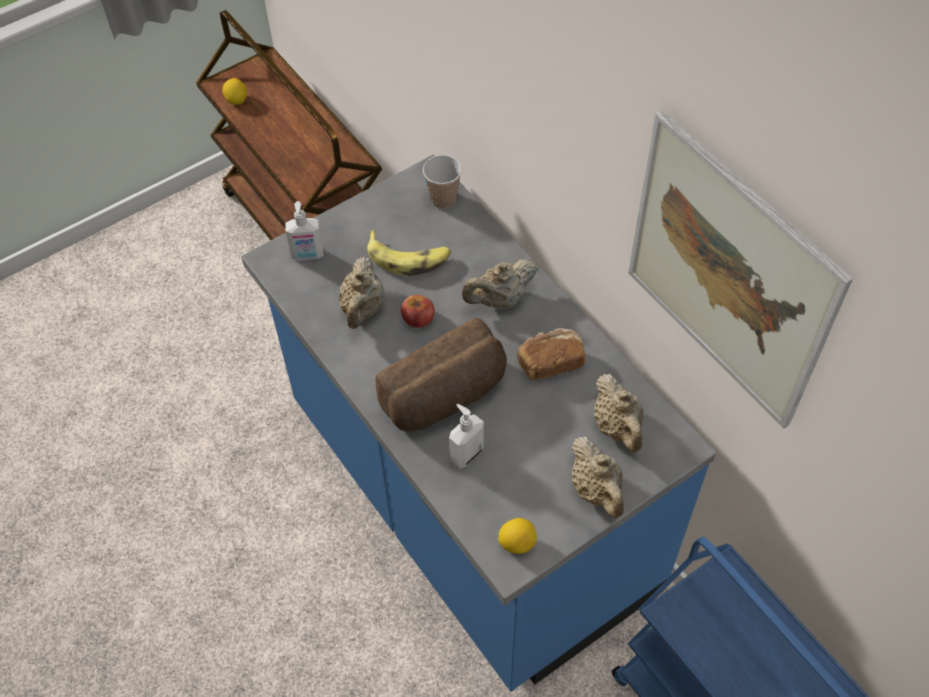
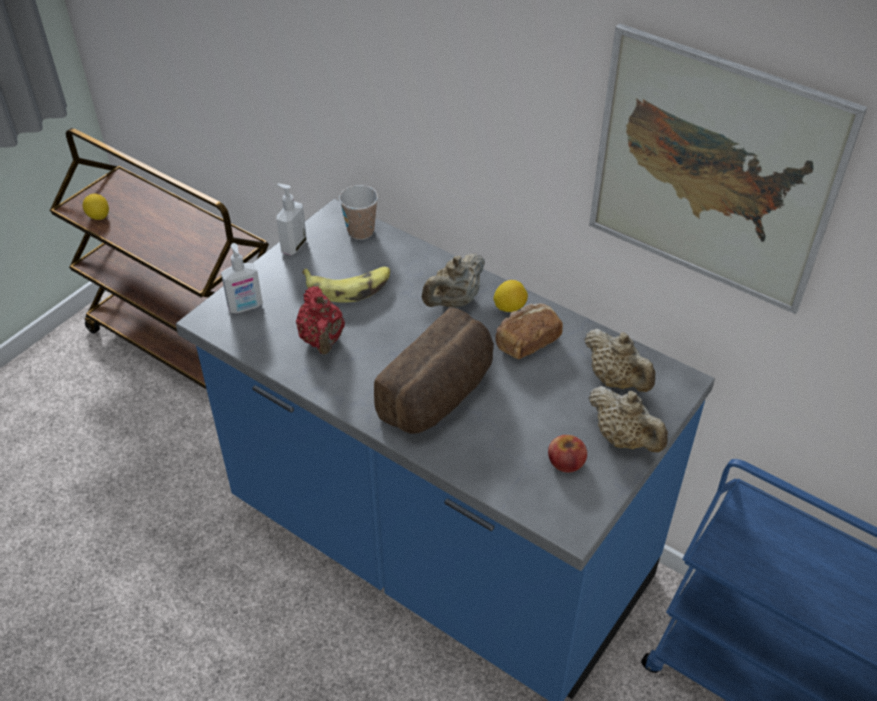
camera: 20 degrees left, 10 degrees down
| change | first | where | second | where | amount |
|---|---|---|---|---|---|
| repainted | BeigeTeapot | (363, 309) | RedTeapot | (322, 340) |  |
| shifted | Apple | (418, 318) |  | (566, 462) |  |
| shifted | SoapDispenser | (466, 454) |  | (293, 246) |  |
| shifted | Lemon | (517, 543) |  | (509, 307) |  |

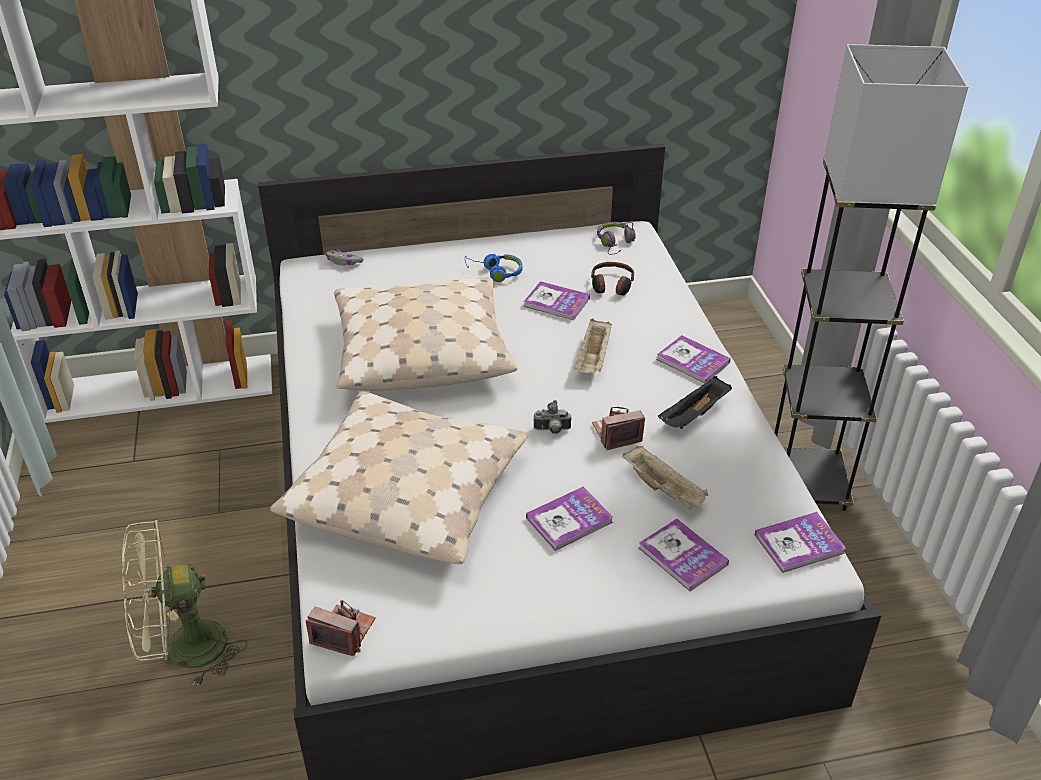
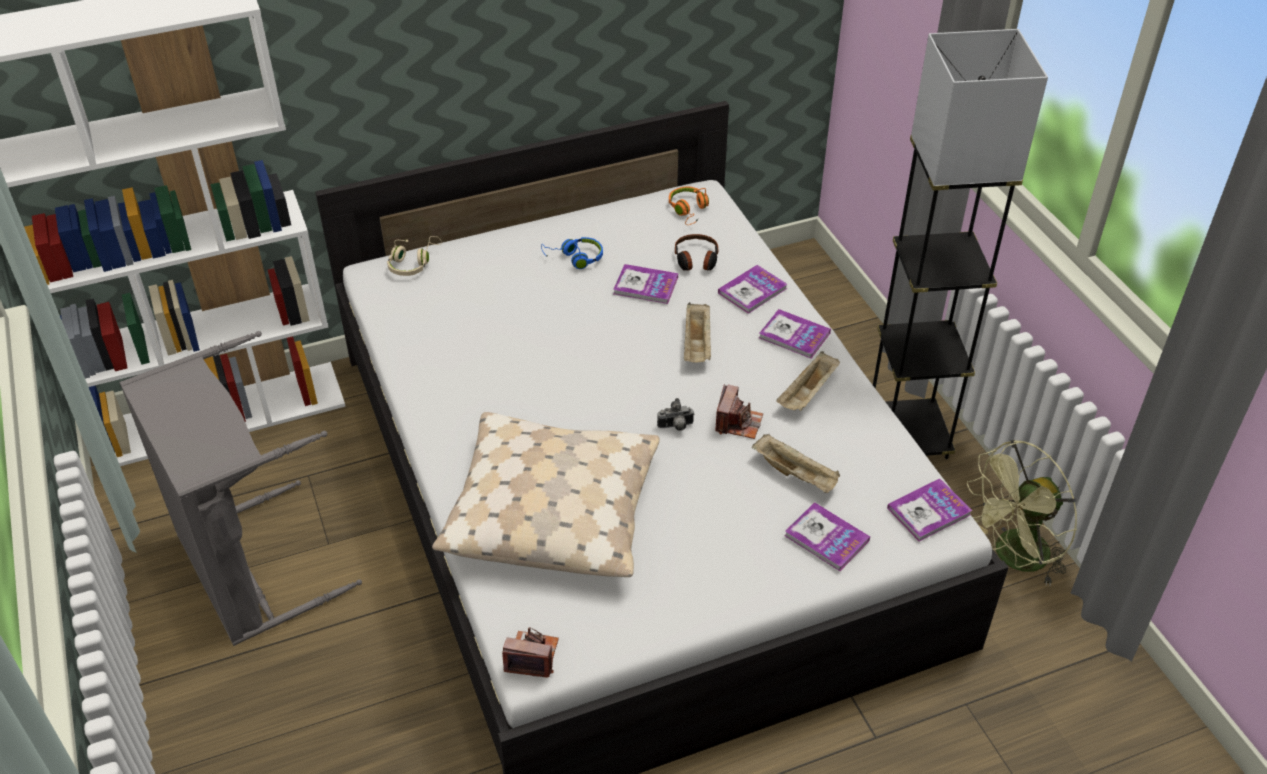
camera: 10 degrees left, 5 degrees up
| change | first | where | second | where | amount |
|---|---|---|---|---|---|
| shifted | GreenFan | (183, 651) |  | (1013, 558) |  |
| swapped | GreyGameController | (344, 262) | BeigeHeadphones | (413, 263) |  |
| gone | BeigePillow | (421, 351) |  |  |  |
| shifted | Book | (569, 520) |  | (752, 291) |  |
| rotated | PhotoCamera | (616, 434) |  | (738, 423) | 135 degrees clockwise |
| repainted | PurpleHeadphones | (615, 243) | OrangeHeadphones | (689, 210) |  |
| repainted | BlackTray | (694, 416) | BeigeTray | (807, 394) |  |
| new |  |  | GreyLaundryBasket | (247, 570) |  |

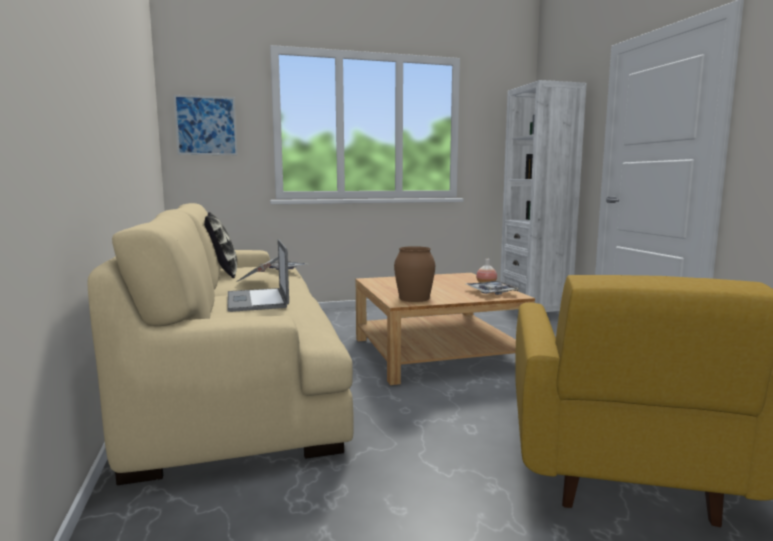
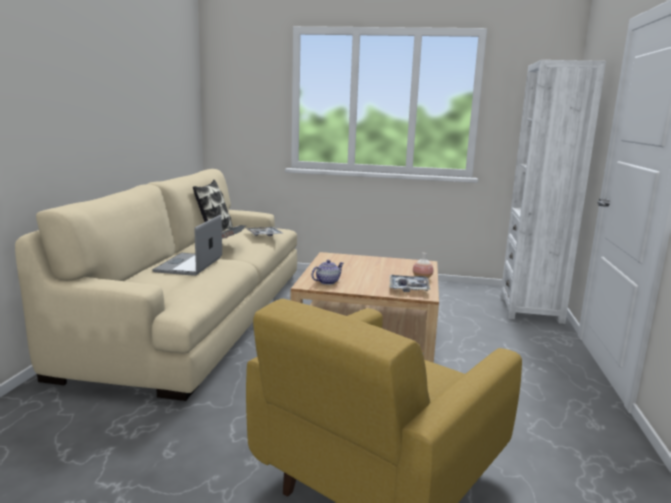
camera: 25 degrees right, 5 degrees up
| change | first | where | second | where | amount |
|---|---|---|---|---|---|
| gone | Picture | (206, 125) |  |  |  |
| swapped | BrownVase | (414, 298) | Teapot | (327, 282) |  |

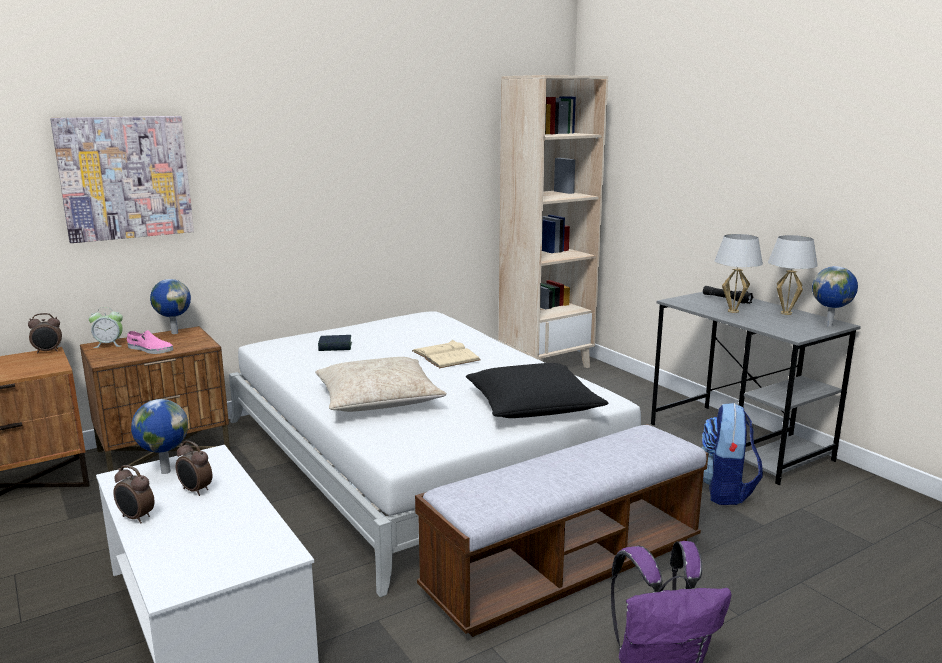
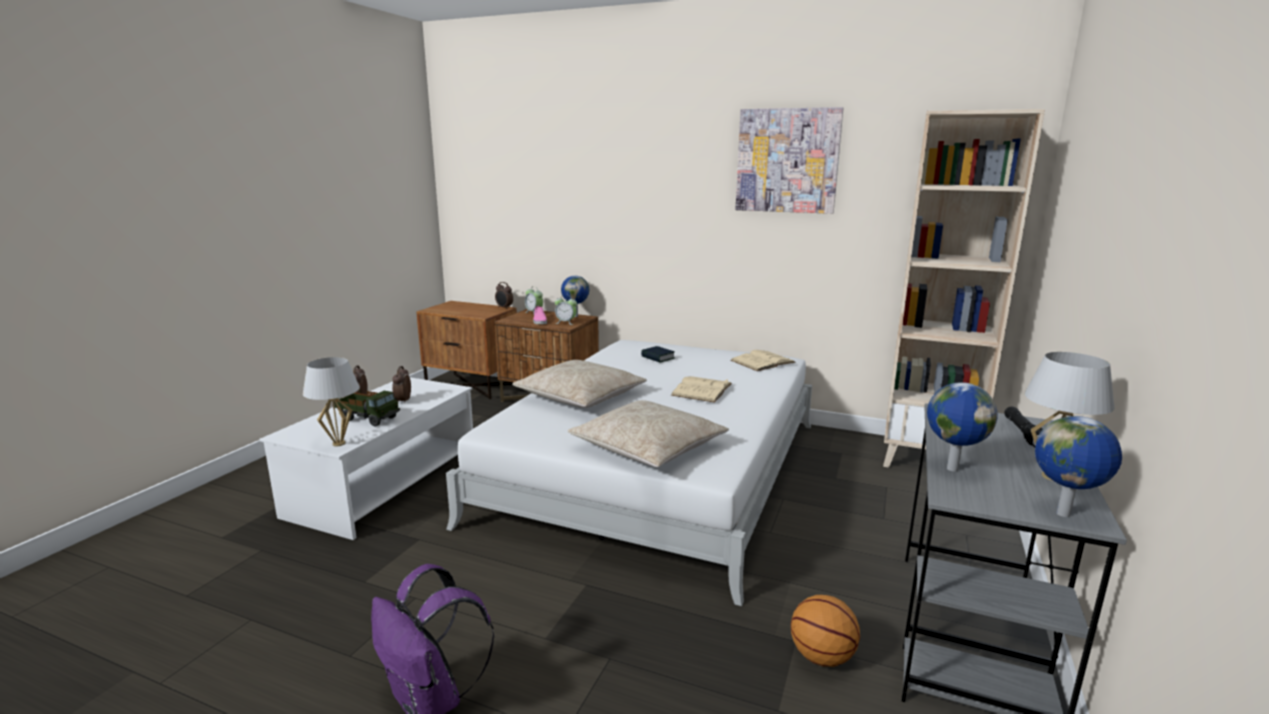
camera: 55 degrees right, 0 degrees up
| change | first | where | second | where | amount |
|---|---|---|---|---|---|
| shifted | Picture | (125, 178) |  | (787, 161) |  |
| shifted | Globe | (164, 471) |  | (951, 468) |  |
| gone | Bench | (566, 568) |  |  |  |
| repainted | BlackPillow | (532, 405) | BeigePillow | (648, 447) |  |
| swapped | Backpack | (725, 491) | Basketball | (821, 657) |  |
| shifted | WhiteTableLamp | (733, 311) |  | (338, 444) |  |
| new |  |  | ToyTruck | (368, 418) |  |
| new |  |  | AlarmClock | (566, 323) |  |
| new |  |  | BeigeBook | (763, 361) |  |

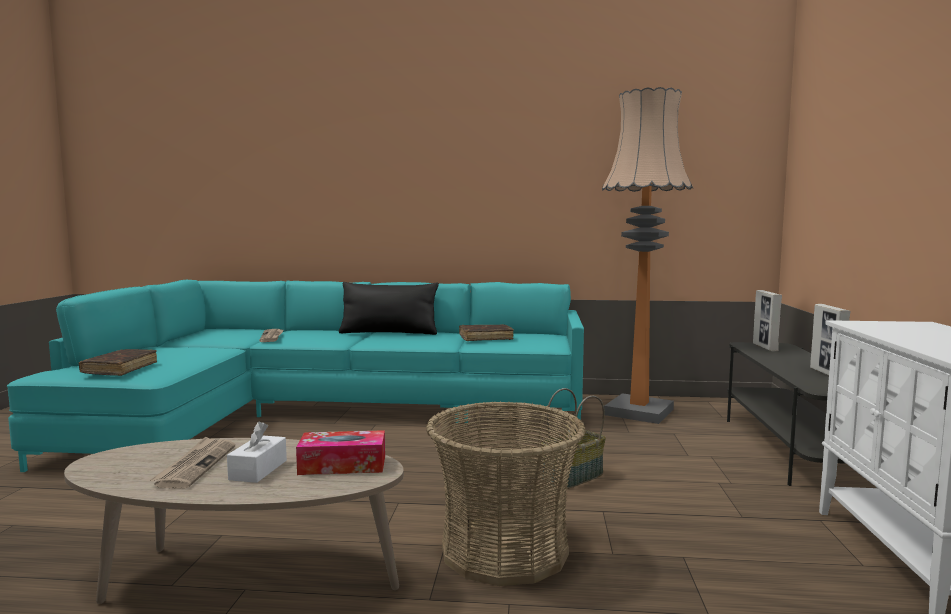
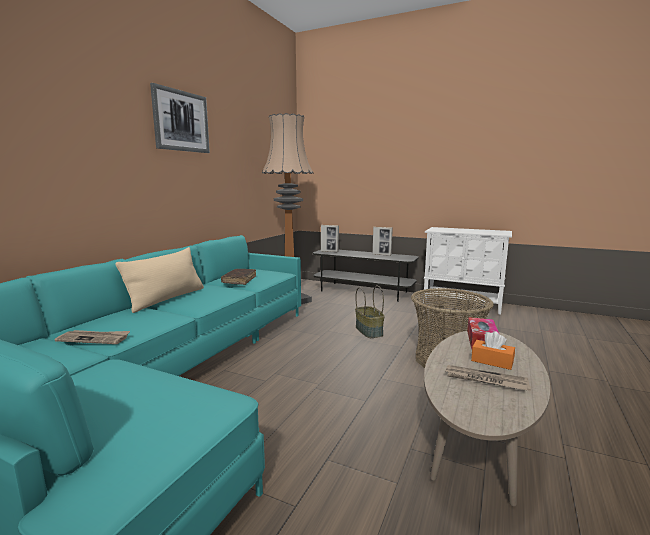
camera: 70 degrees left, 5 degrees up
| change | first | where | second | where | amount |
|---|---|---|---|---|---|
| gone | BrownBook | (120, 369) |  |  |  |
| repainted | WhiteTissueBox | (258, 470) | OrangeTissueBox | (492, 361) |  |
| repainted | BlackPillow | (389, 333) | BeigePillow | (167, 299) |  |
| new |  |  | Picture | (181, 121) |  |

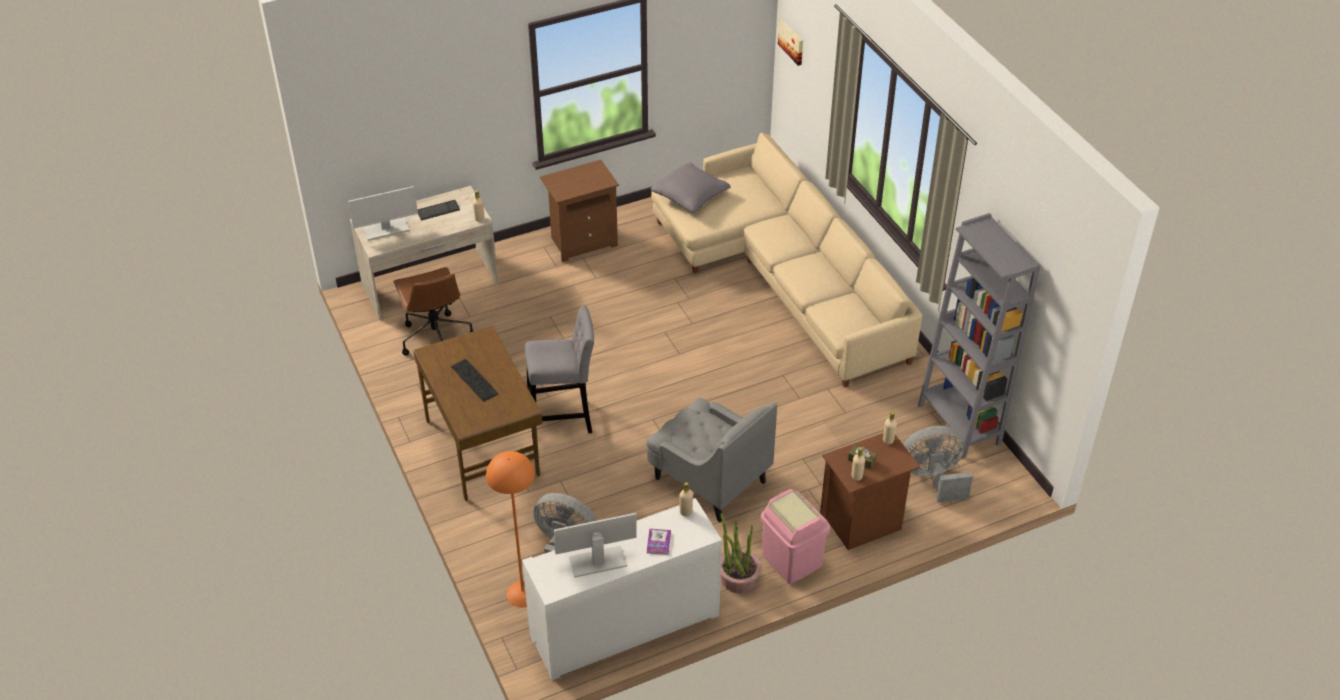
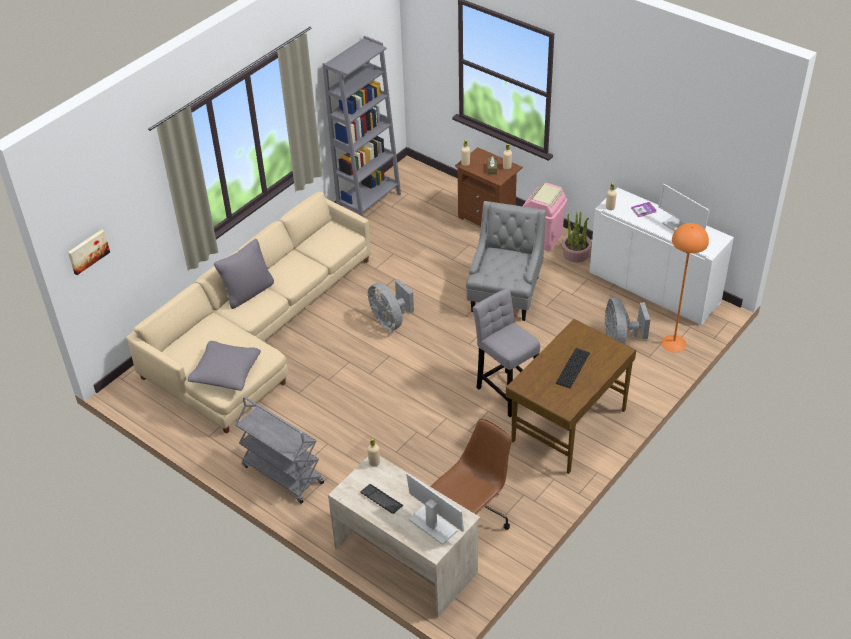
camera: 115 degrees left, 0 degrees up
| change | first | where | second | where | amount |
|---|---|---|---|---|---|
| swapped | BrownNightstand | (582, 241) | GreyCart | (282, 474) |  |
| shifted | GreyFan | (933, 478) |  | (390, 320) |  |
| new |  |  | GreyPillow | (248, 292) |  |

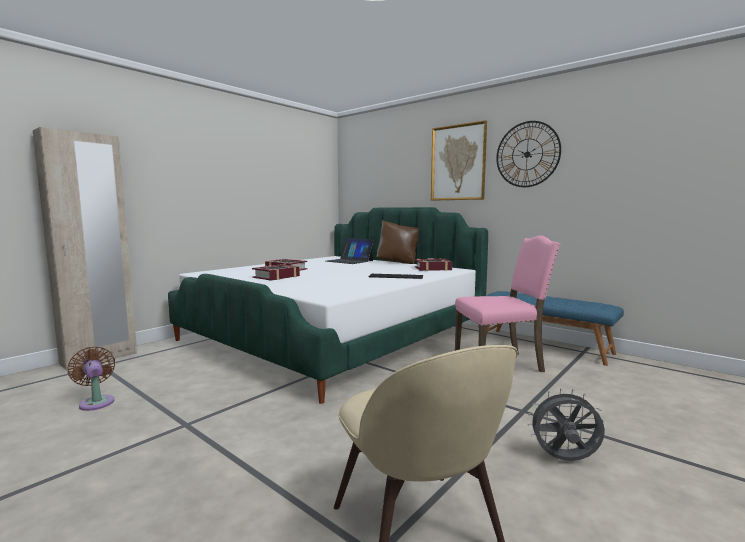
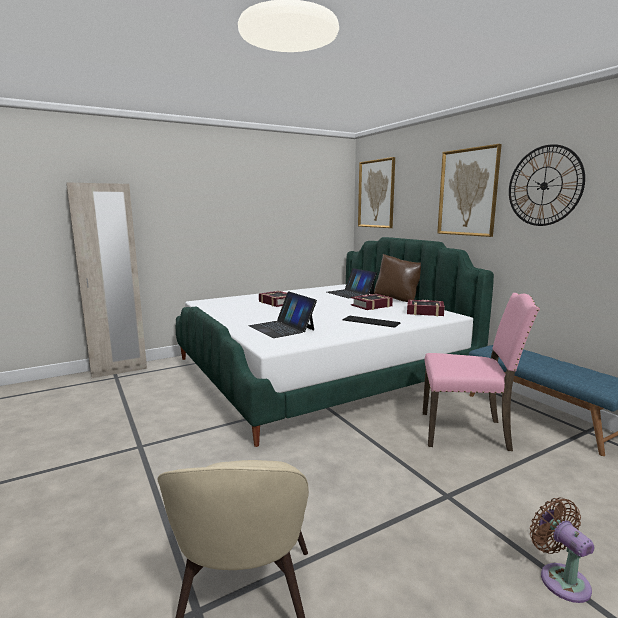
camera: 20 degrees right, 5 degrees up
| change | first | where | second | where | amount |
|---|---|---|---|---|---|
| shifted | BrownFan | (96, 402) |  | (560, 578) |  |
| shifted | Book | (276, 277) |  | (371, 306) |  |
| gone | GreyFan | (564, 460) |  |  |  |
| new |  |  | Laptop | (281, 328) |  |
| new |  |  | Picture | (376, 194) |  |

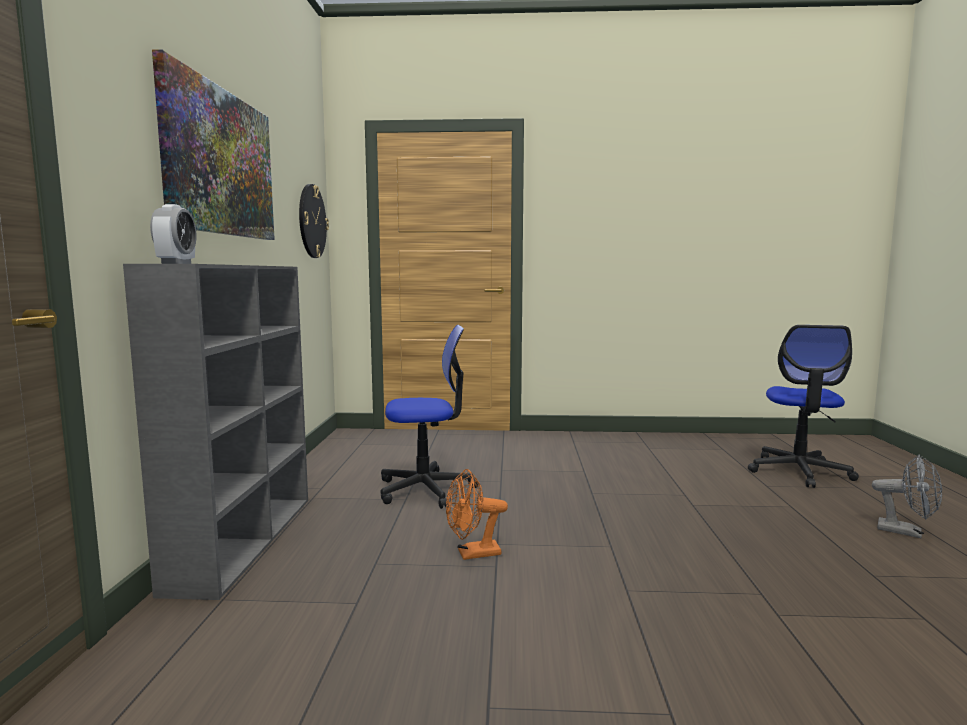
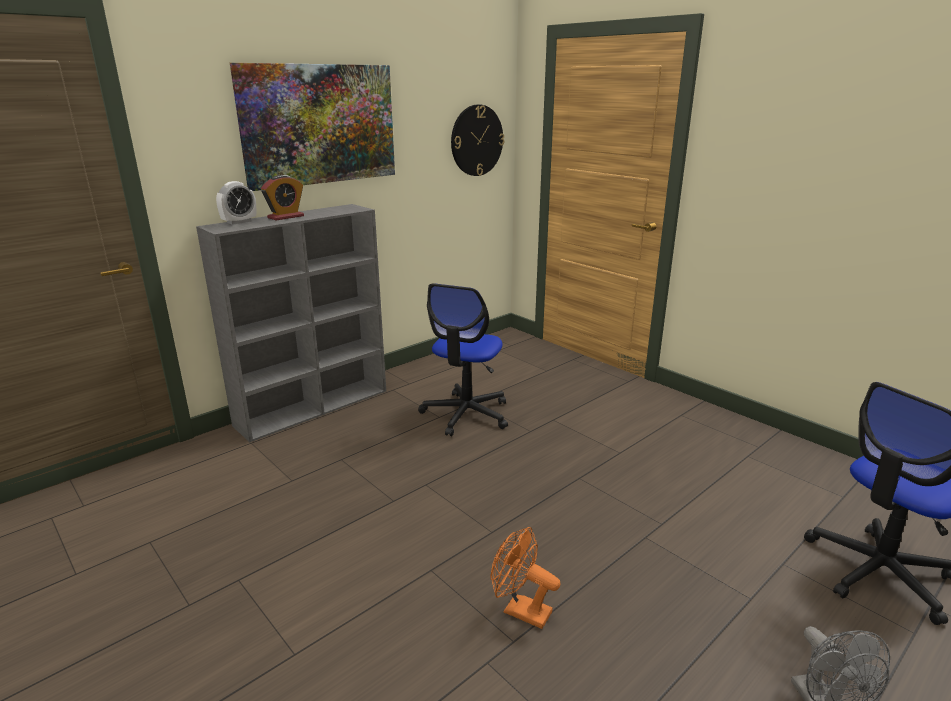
camera: 45 degrees right, 15 degrees up
| change | first | where | second | where | amount |
|---|---|---|---|---|---|
| rotated | OfficeChair | (426, 489) |  | (466, 414) | 75 degrees clockwise |
| shifted | OrangeFan | (472, 554) |  | (520, 610) |  |
| new |  |  | AlarmClock | (285, 217) |  |

